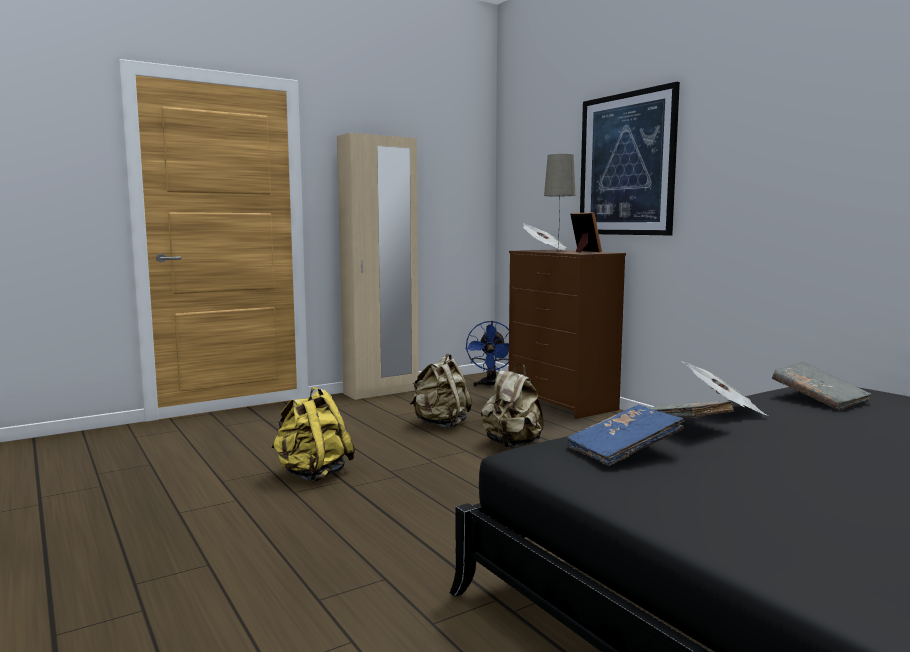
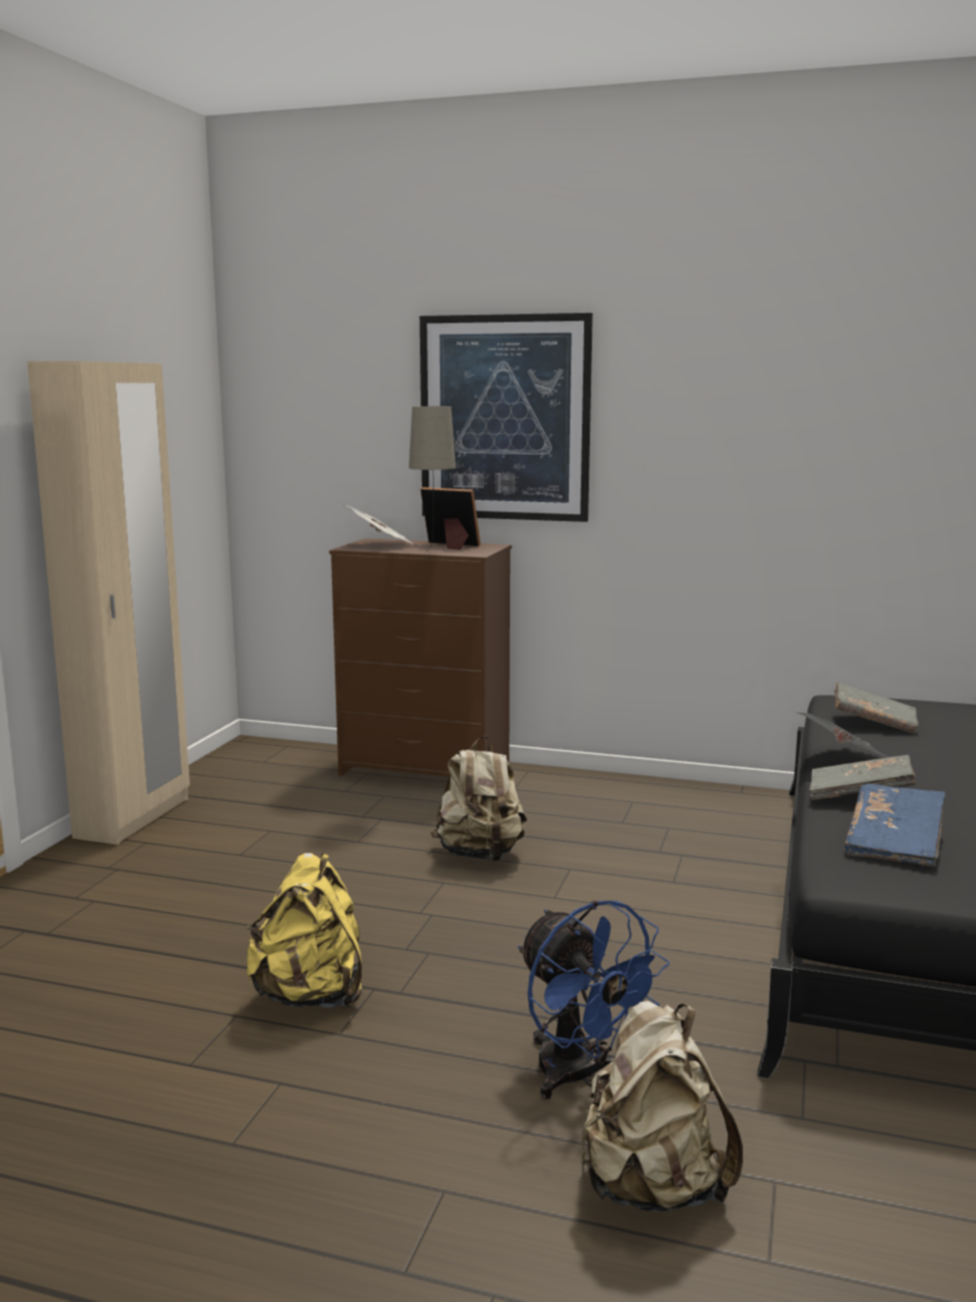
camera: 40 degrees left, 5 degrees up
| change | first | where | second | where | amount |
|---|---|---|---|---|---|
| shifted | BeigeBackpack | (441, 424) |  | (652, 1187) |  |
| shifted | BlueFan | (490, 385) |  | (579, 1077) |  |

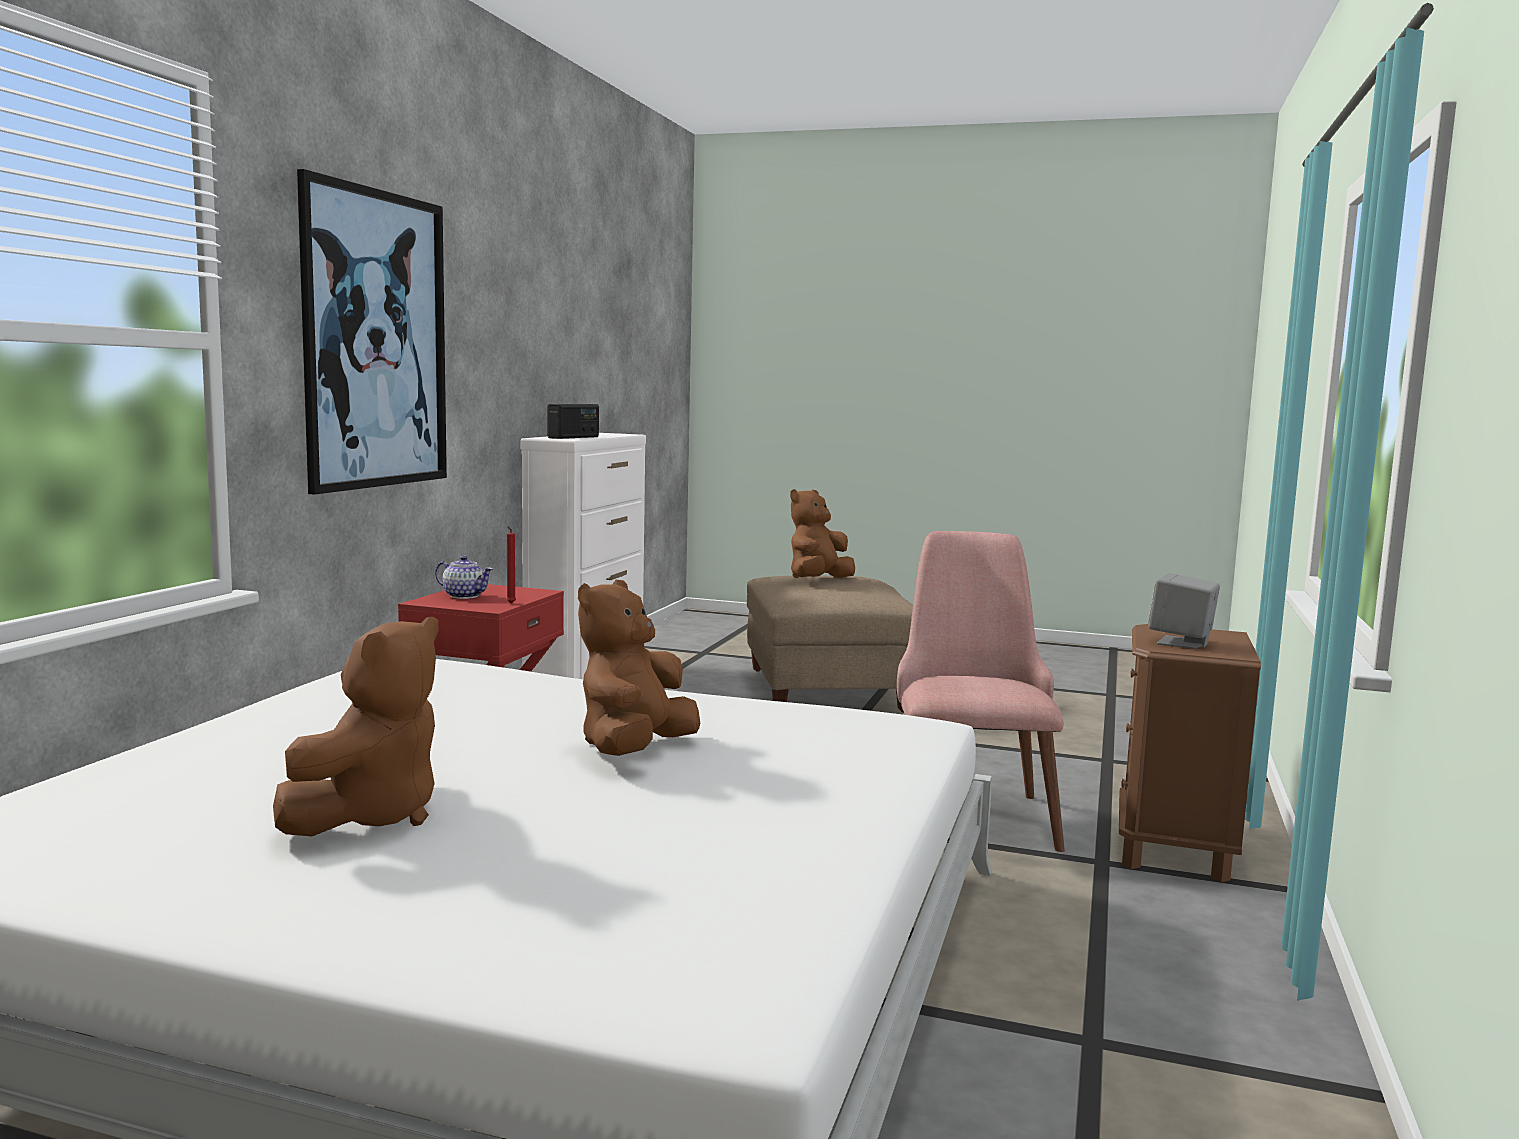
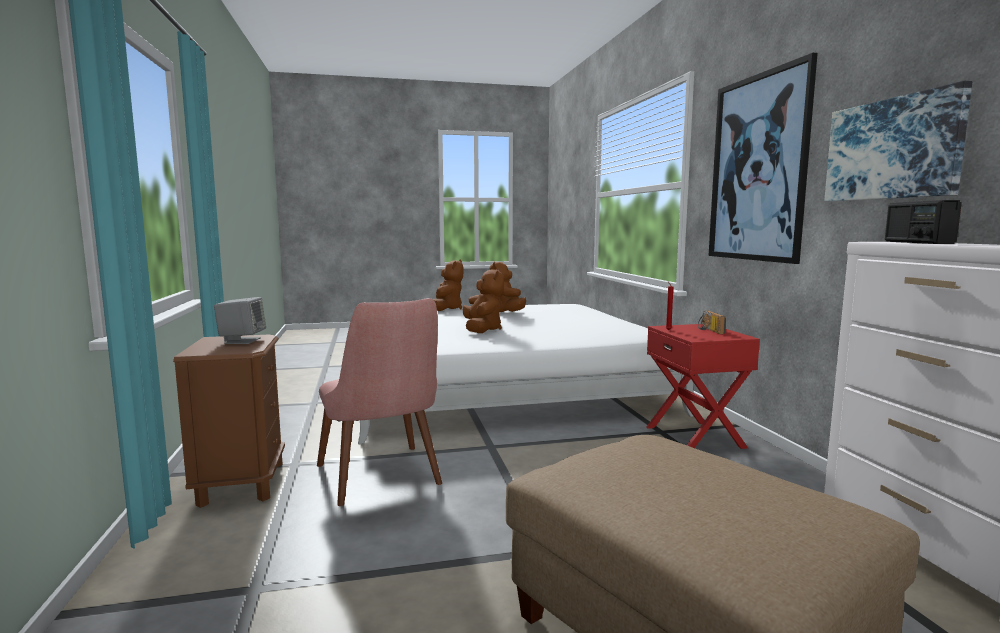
camera: 150 degrees right, 0 degrees up
| change | first | where | second | where | amount |
|---|---|---|---|---|---|
| swapped | Teapot | (464, 596) | Radio | (708, 330) |  |
| shifted | BrownPlushToy | (818, 581) |  | (446, 309) |  |
| new |  |  | Picture | (893, 149) |  |

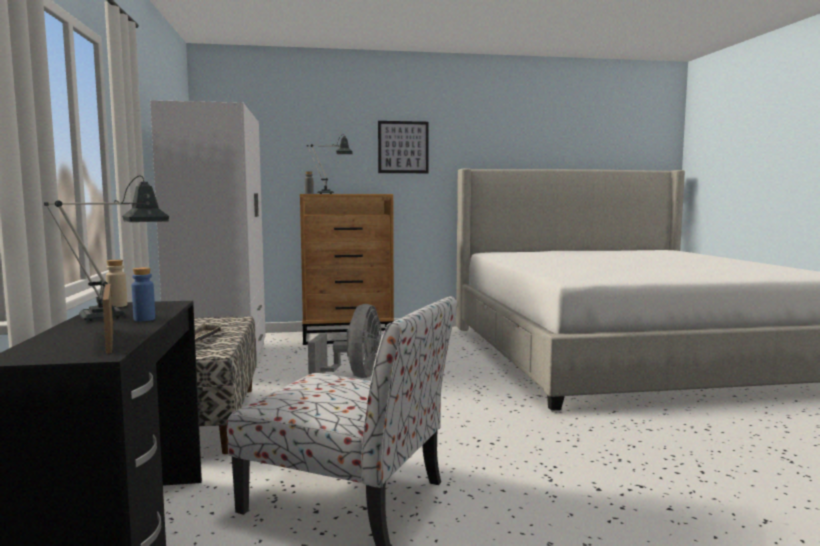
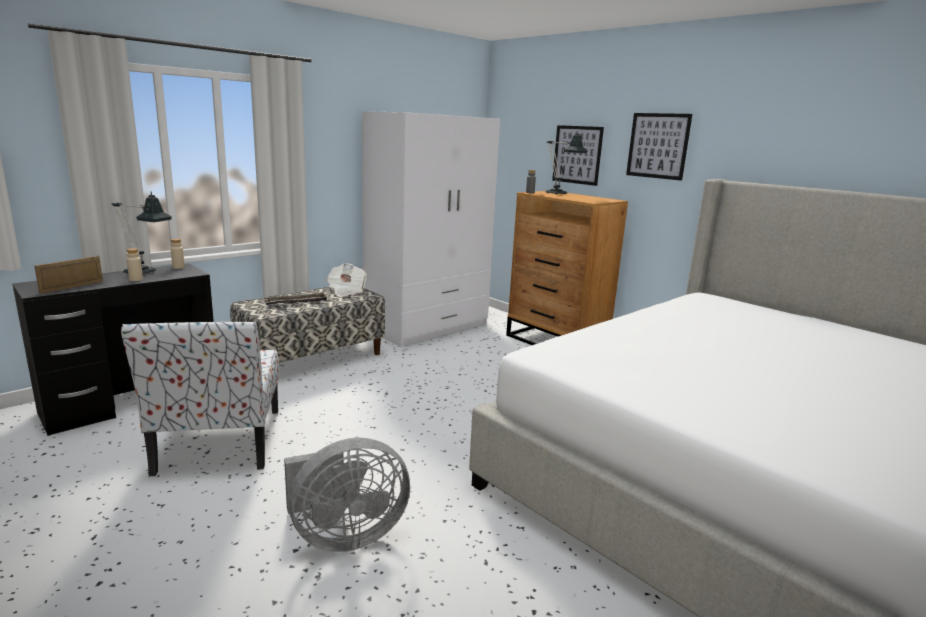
camera: 55 degrees right, 10 degrees up
| change | first | where | second | where | amount |
|---|---|---|---|---|---|
| repainted | BlueBottle | (144, 319) | BeigeBottle | (136, 279) |  |
| shifted | GreyFan | (355, 376) |  | (344, 536) |  |
| new |  |  | Newspaper | (346, 291) |  |
| new |  |  | Picture | (577, 155) |  |

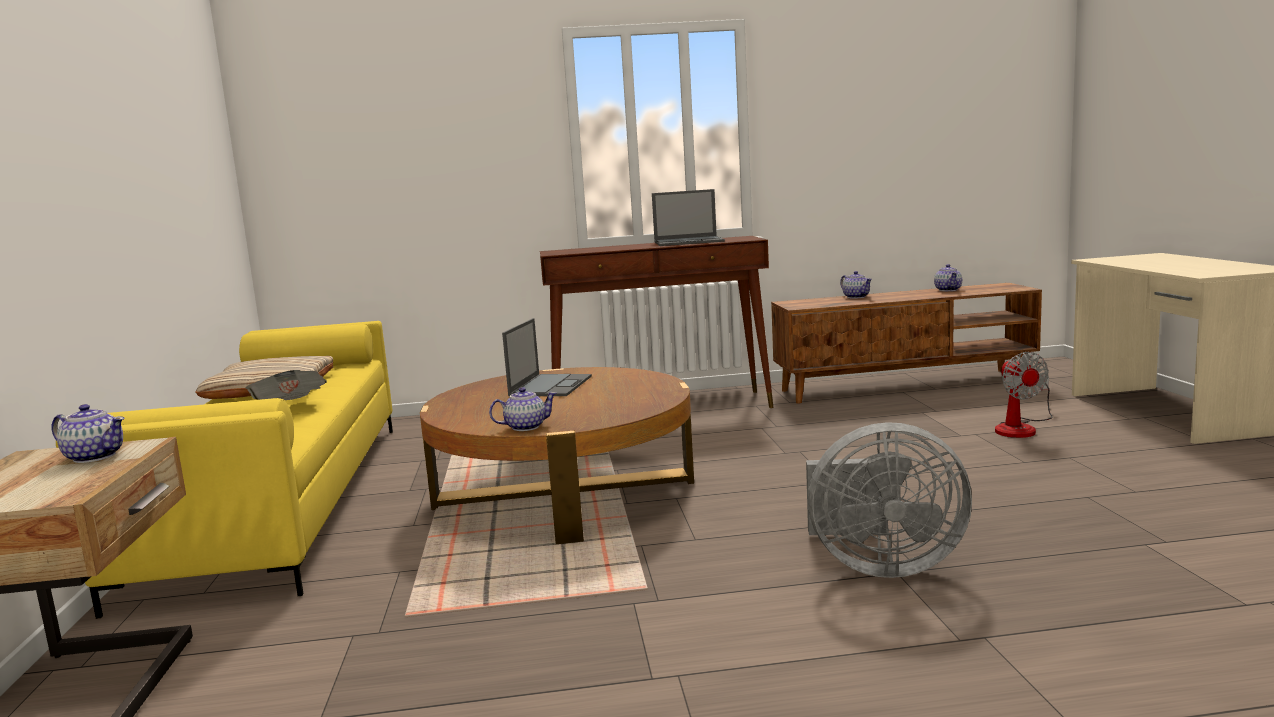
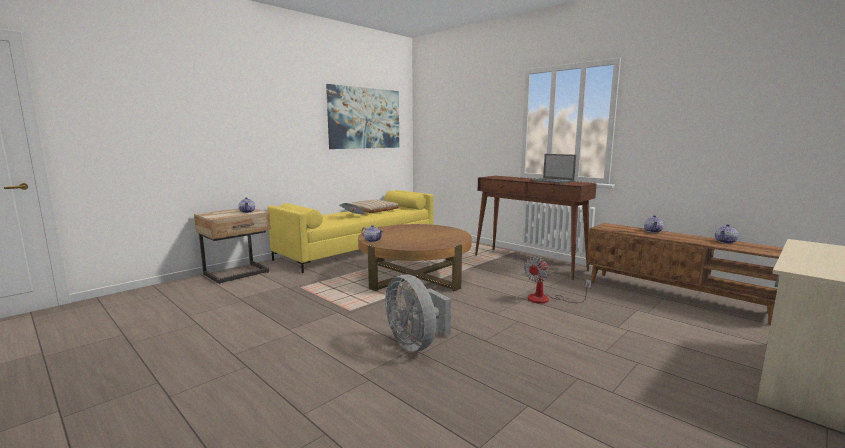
camera: 50 degrees right, 0 degrees up
| change | first | where | second | where | amount |
|---|---|---|---|---|---|
| gone | Laptop | (551, 385) |  |  |  |
| shifted | Fan | (1020, 428) |  | (546, 299) |  |
| new |  |  | Picture | (365, 118) |  |

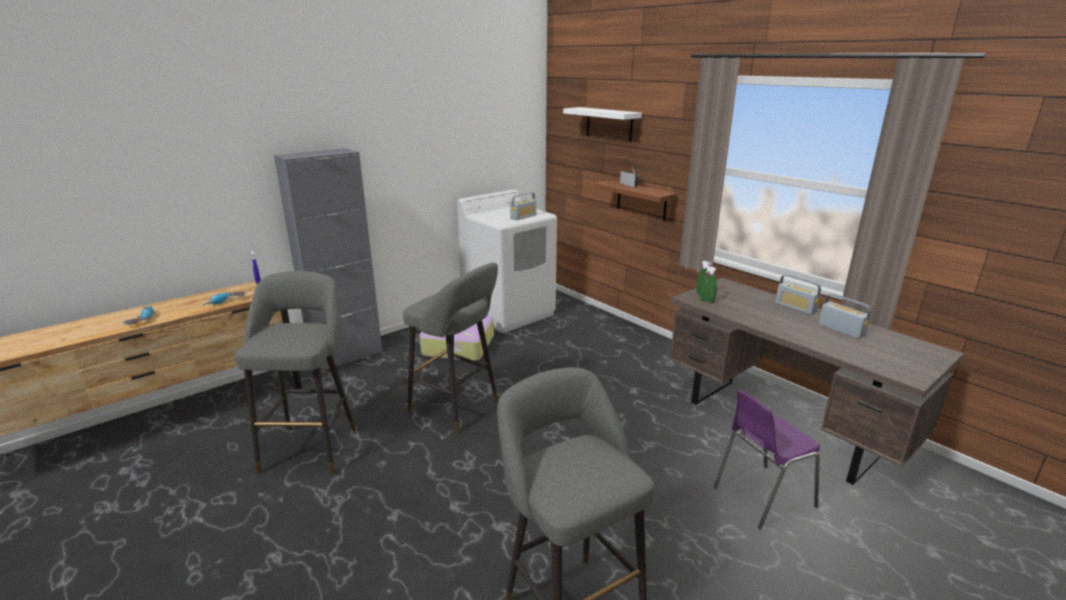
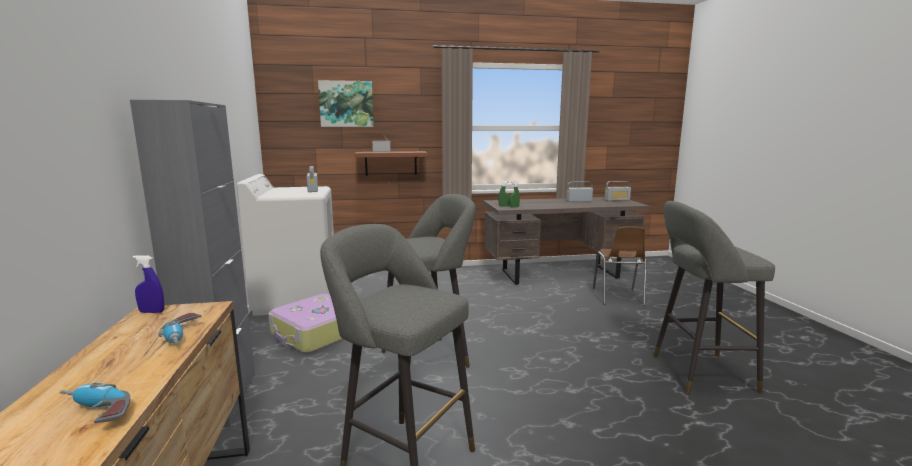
camera: 60 degrees left, 10 degrees down
| change | first | where | second | where | amount |
|---|---|---|---|---|---|
| swapped | WhiteShelf | (609, 124) | Picture | (346, 104) |  |
| repainted | PurpleChair | (761, 497) | BrownChair | (618, 297) |  |
| shifted | Radio | (795, 308) |  | (617, 200) |  |

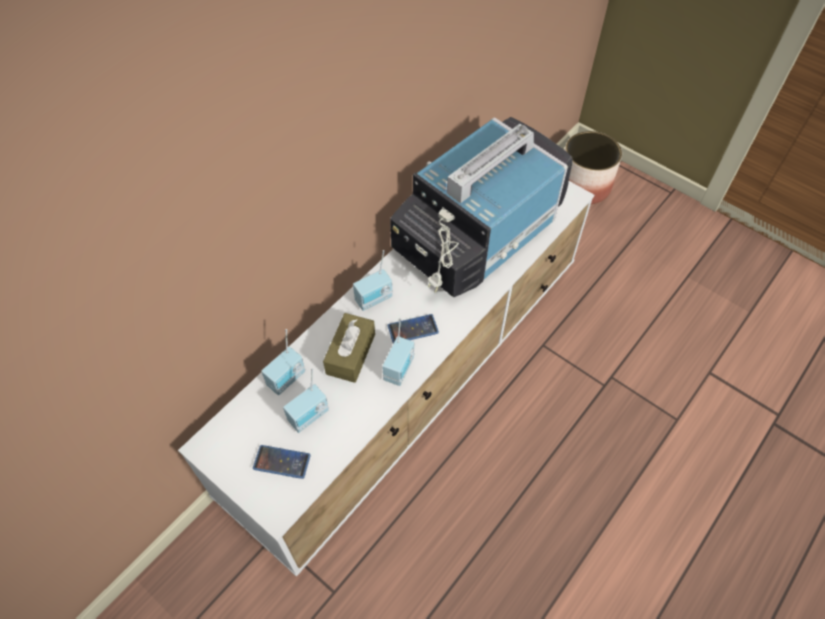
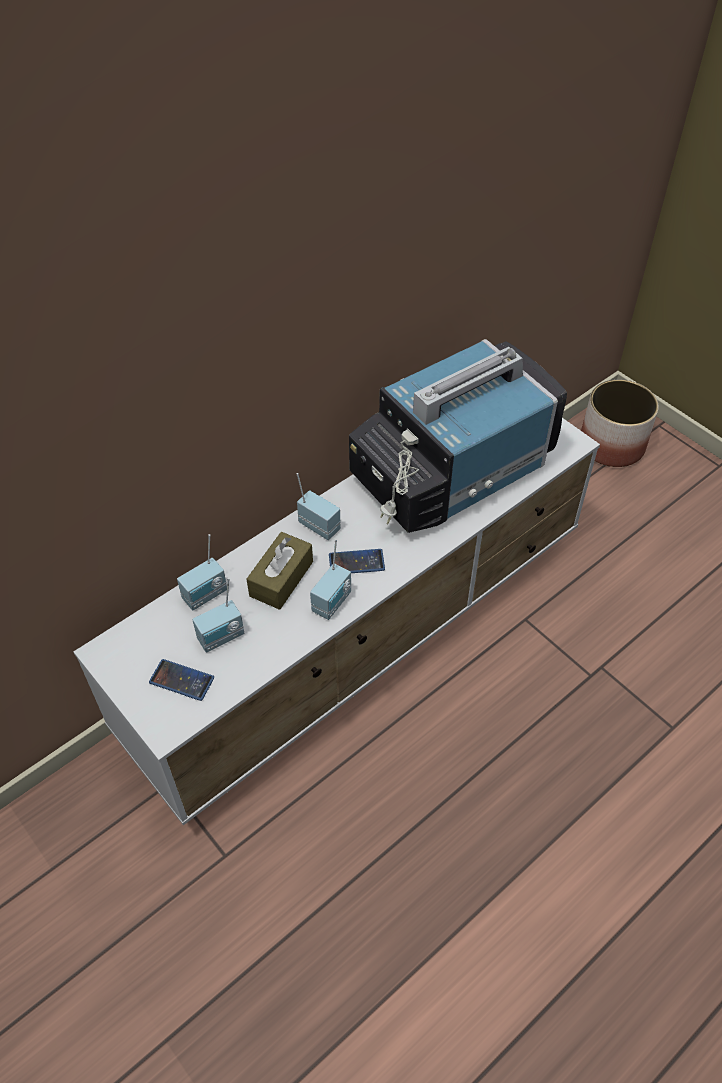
camera: 10 degrees right, 5 degrees down
| change | first | where | second | where | amount |
|---|---|---|---|---|---|
| rotated | Radio | (374, 299) |  | (320, 525) | 120 degrees counterclockwise |

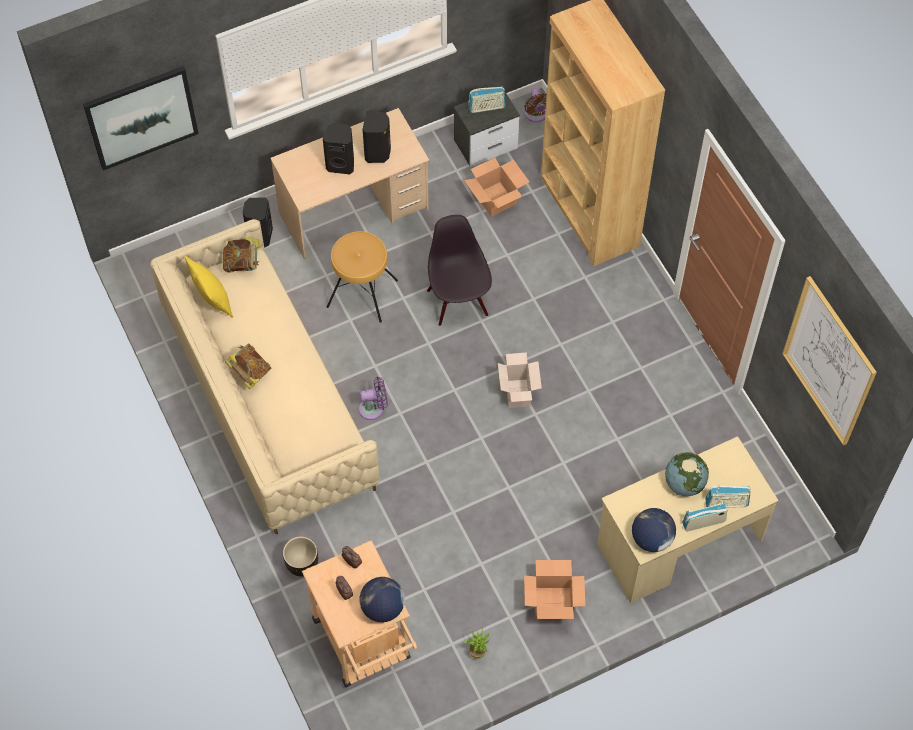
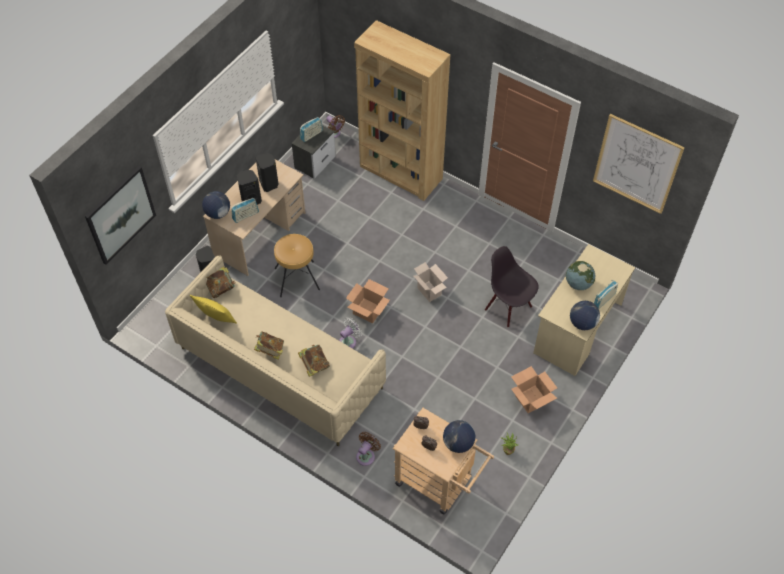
camera: 30 degrees left, 5 degrees down
| change | first | where | second | where | amount |
|---|---|---|---|---|---|
| swapped | BlackPlanter | (301, 564) | BrownFan | (366, 455) |  |
| repainted | PurpleFan | (374, 408) | WhiteFan | (349, 341) |  |
| shifted | BlackChair | (458, 302) |  | (508, 307) |  |
| shifted | CardboardBox | (495, 199) |  | (367, 310) |  |
| shifted | Radio | (726, 503) |  | (245, 215) |  |
| new |  |  | Globe | (217, 213) |  |
| new |  |  | Book | (314, 365) |  |

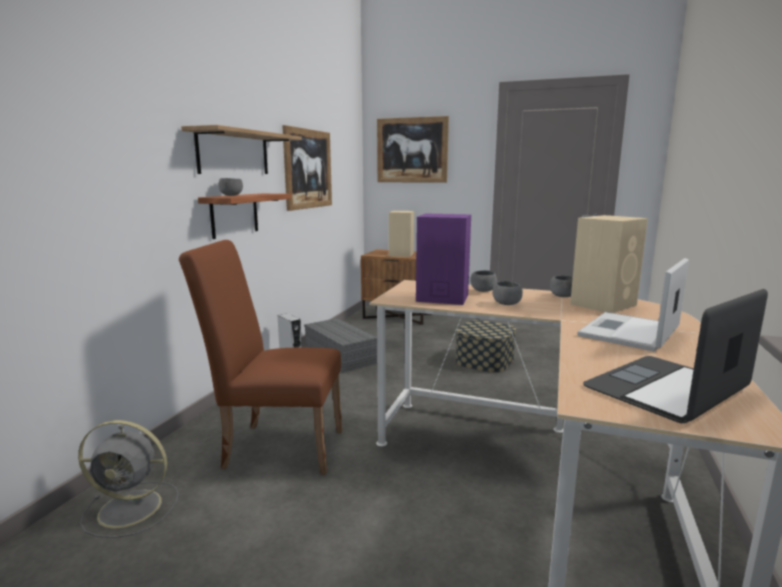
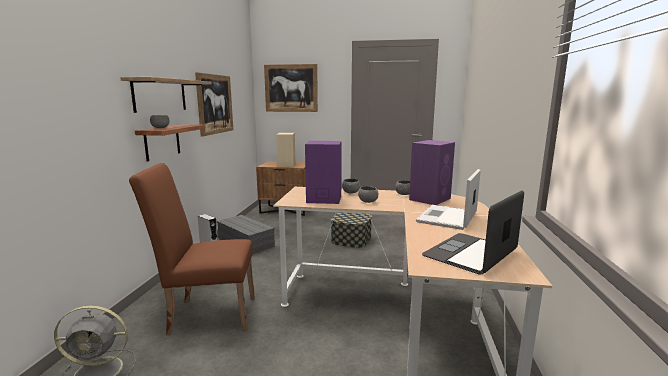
camera: 10 degrees left, 0 degrees up
| change | first | where | second | where | amount |
|---|---|---|---|---|---|
| repainted | BeigeSpeaker | (604, 304) | PurpleSpeaker | (430, 199) |  |

